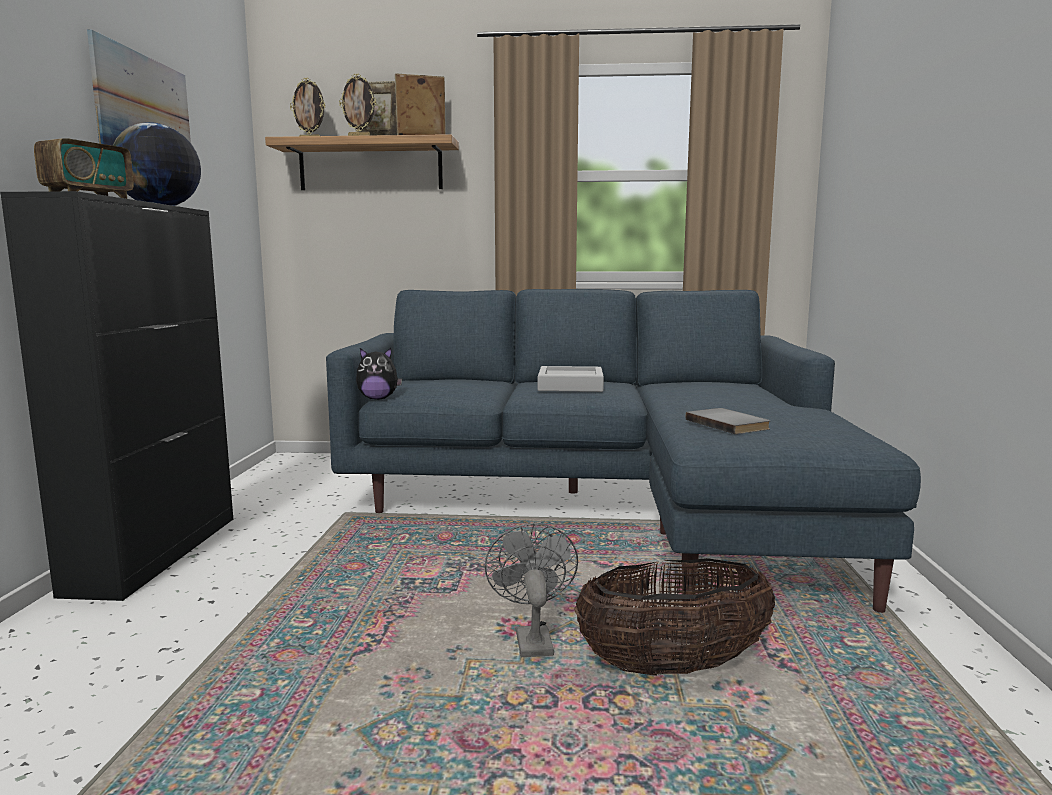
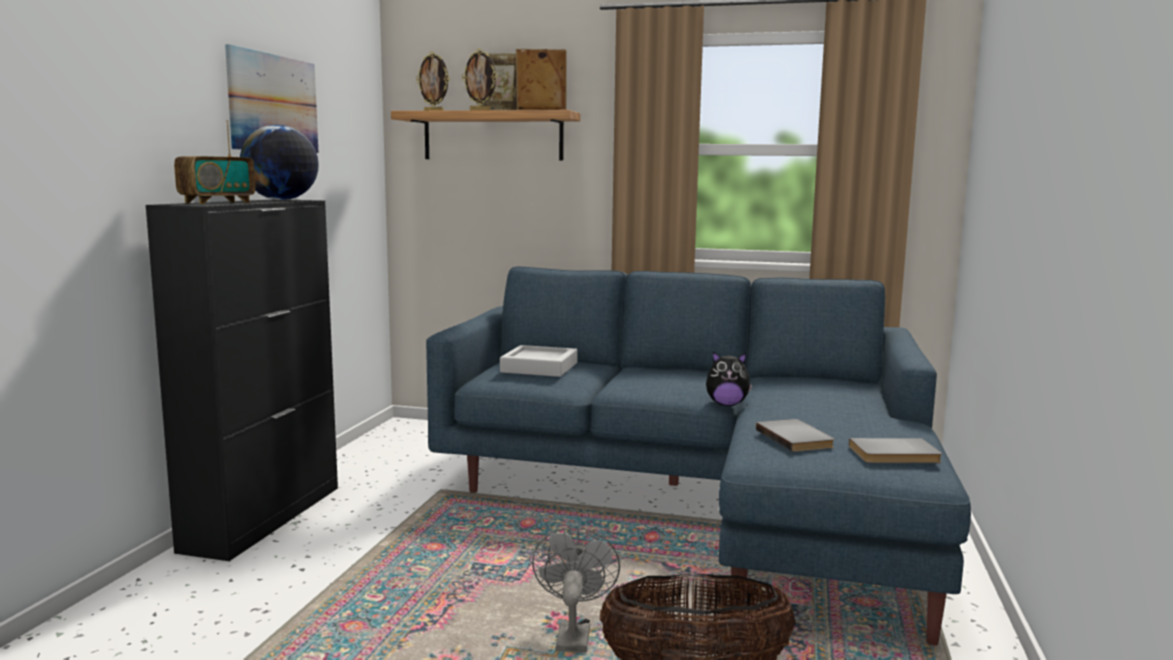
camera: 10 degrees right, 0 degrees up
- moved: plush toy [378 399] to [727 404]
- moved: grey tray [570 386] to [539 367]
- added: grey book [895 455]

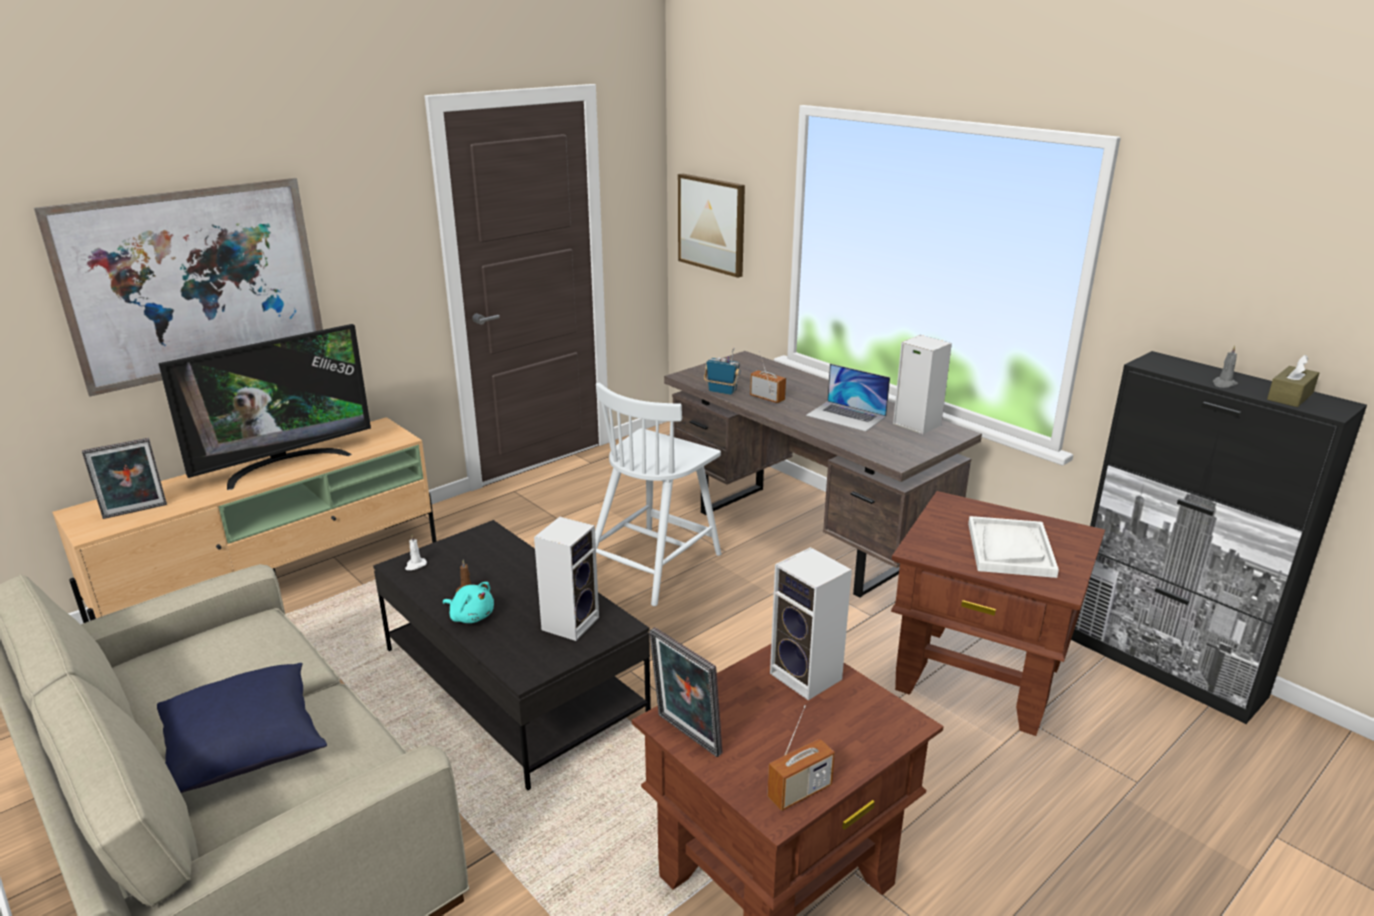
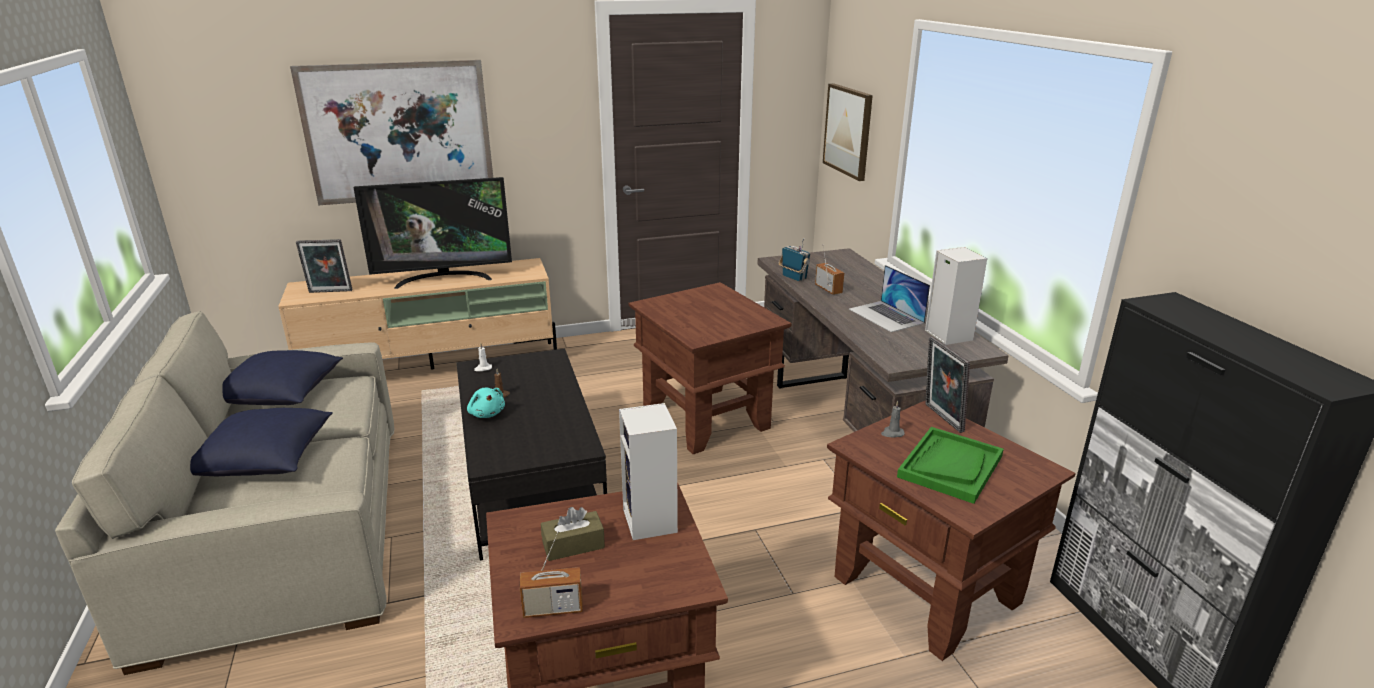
camera: 25 degrees right, 0 degrees up
- removed: speaker [570 622]
- replaced: white chair [654 564] to brown side table [706 417]
- moved: picture frame [685 736] to [941 418]
- recoloured: white tray [1010 549] to green tray [950 466]
- moved: grey candle [1224 384] to [892 433]
- moved: brown tissue box [1290 396] to [573 545]
- added: blue pillow [282 396]

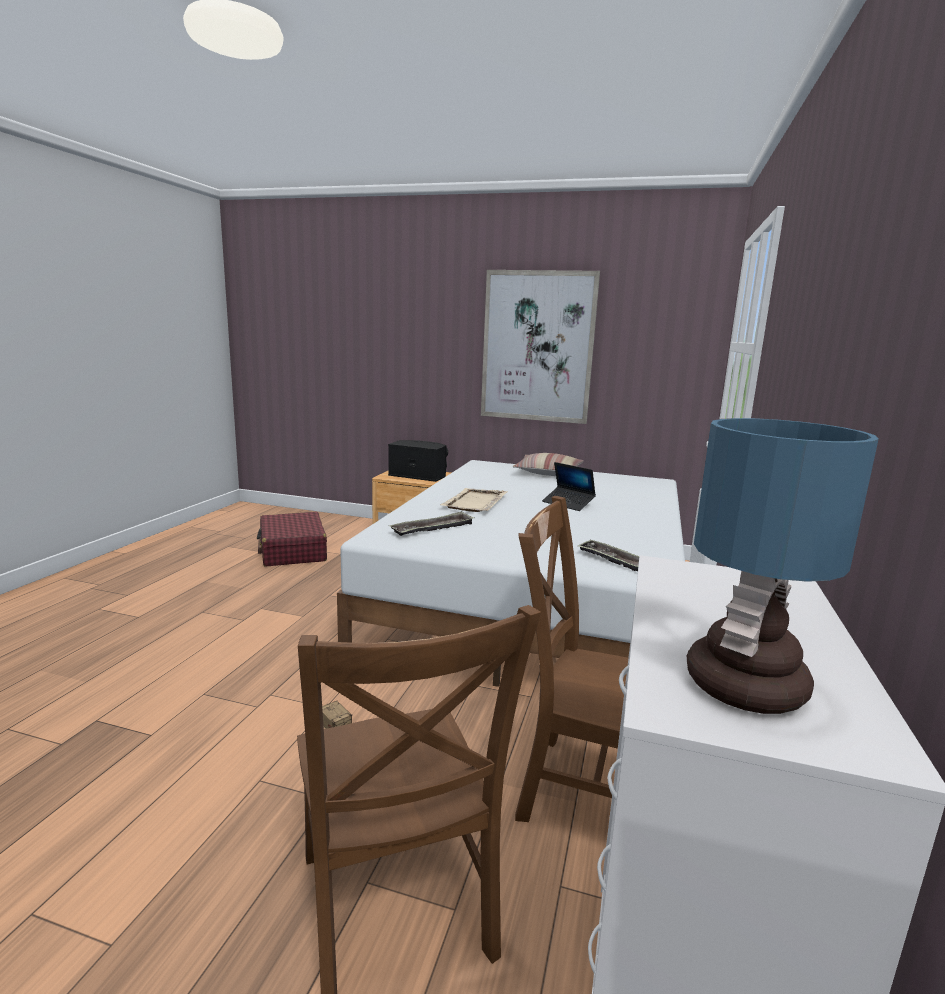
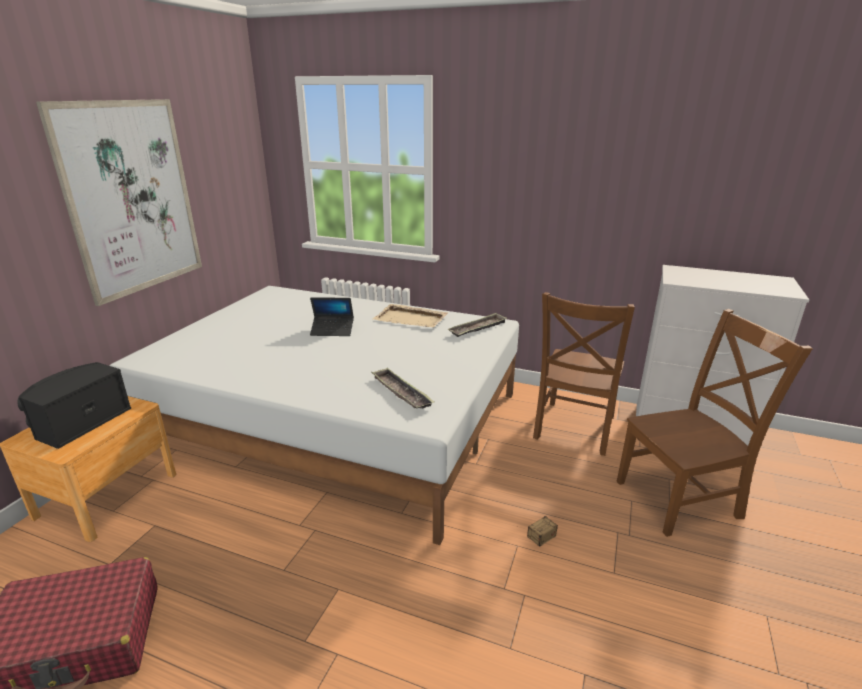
camera: 85 degrees left, 10 degrees up
- moved: beige tray [474 502] to [411 319]
- removed: pillow [548 473]
- turned: laptop [568 503] = [332 330] 45 degrees clockwise
- removed: table lamp [745 688]

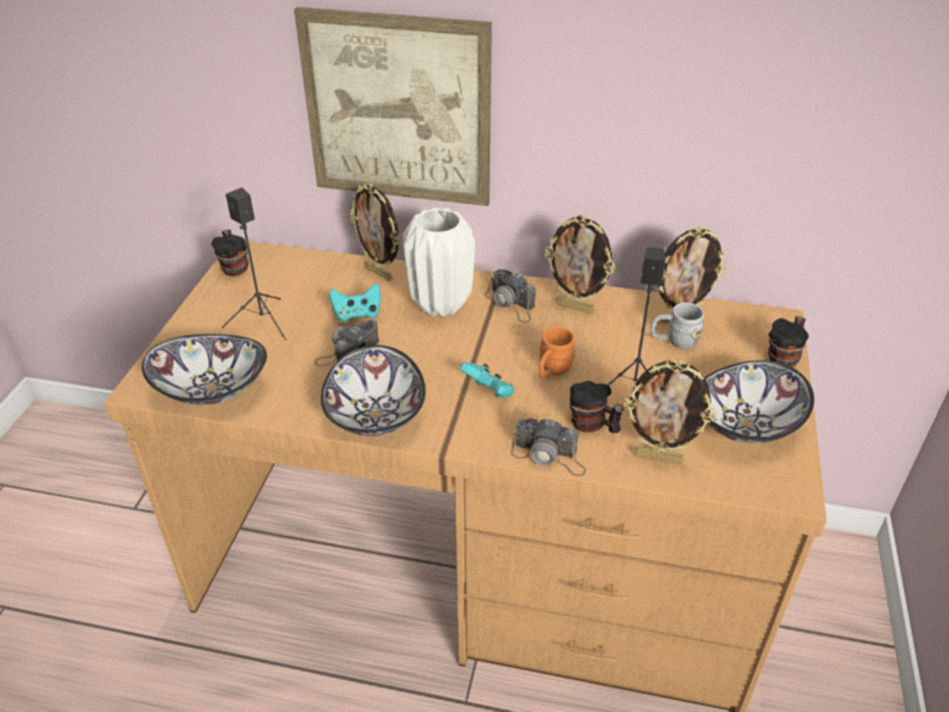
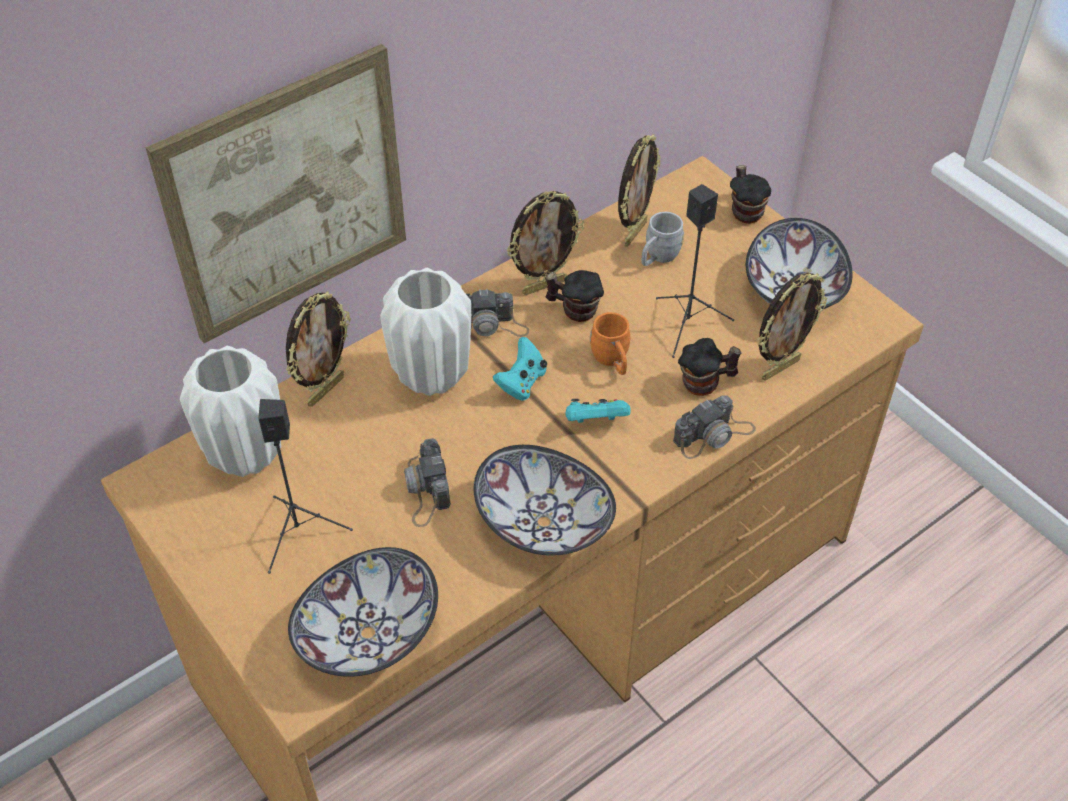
camera: 50 degrees left, 10 degrees up
- moved: mug [234 267] to [574 310]
- moved: turquoise game controller [357 314] to [522 382]
- turned: picture frame [380 273] = [325 390] 45 degrees counterclockwise
- added: white vase [247 454]

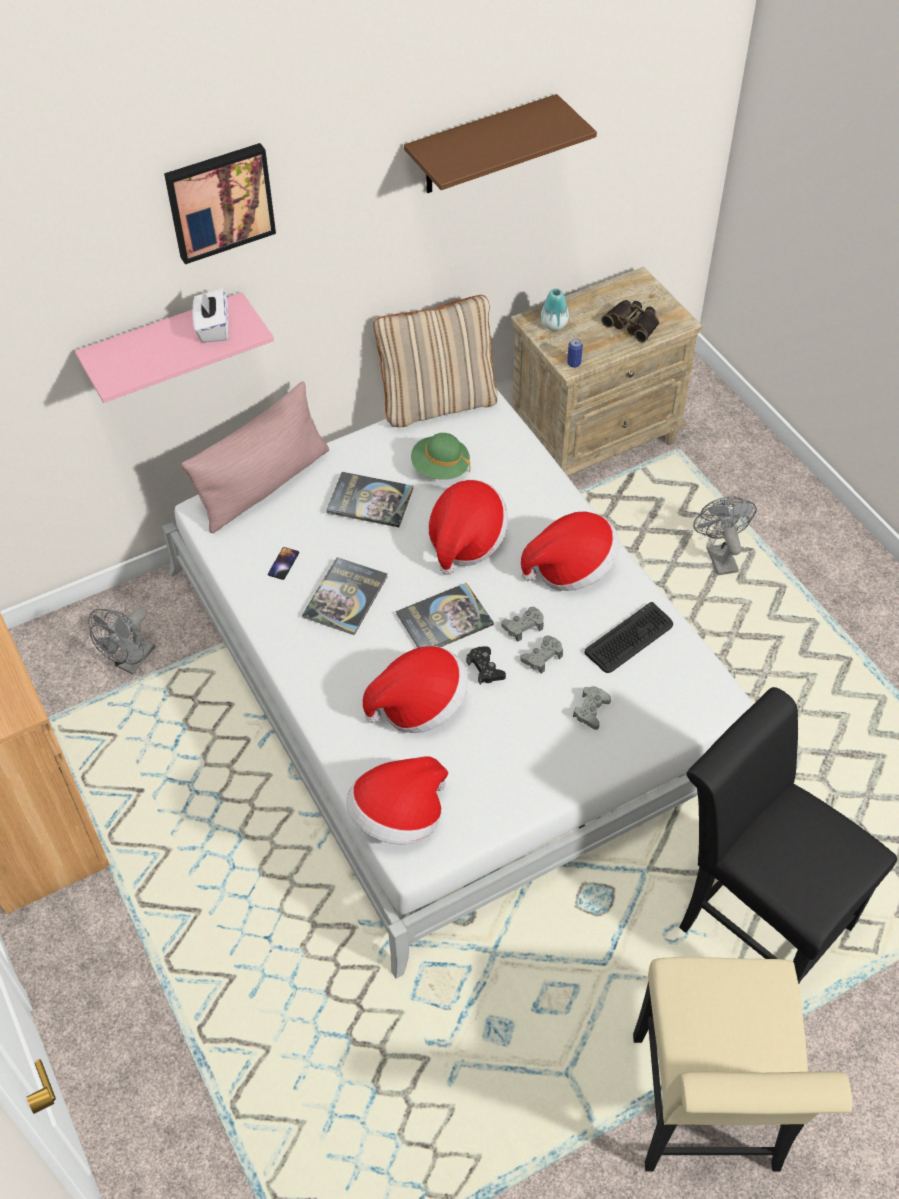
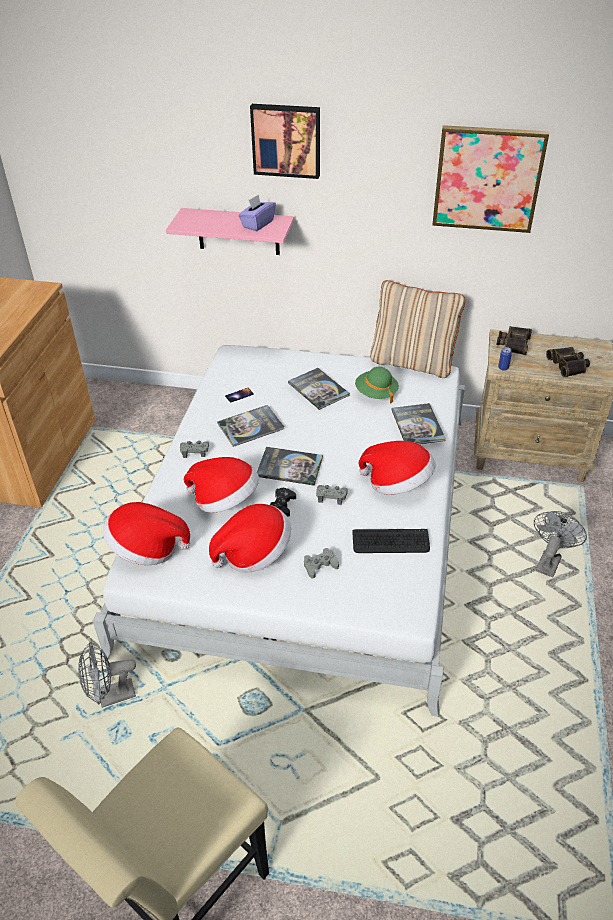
camera: 40 degrees right, 10 degrees down
- moved: grey fan [131 662] to [110 697]
- removed: pink pillow [264 485]
- recoloured: white tissue box [213 328] to purple tissue box [257 224]
- replaced: brown shelf [481 146] to picture [487 179]
- moved: hat [465 541] to [254 553]
- moved: grey game controller [542 657] to [194 451]
- replaced: vase [554 324] to binoculars [513 344]
- removed: black chair [755 919]
- added: book [417 425]

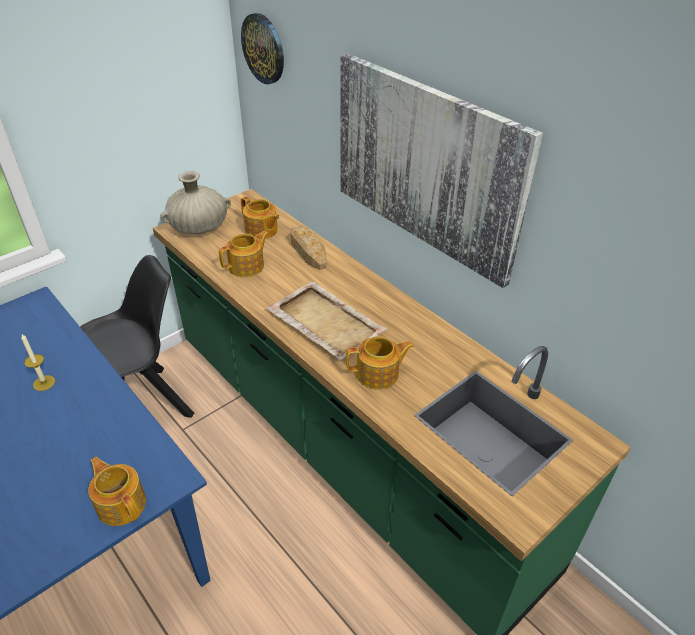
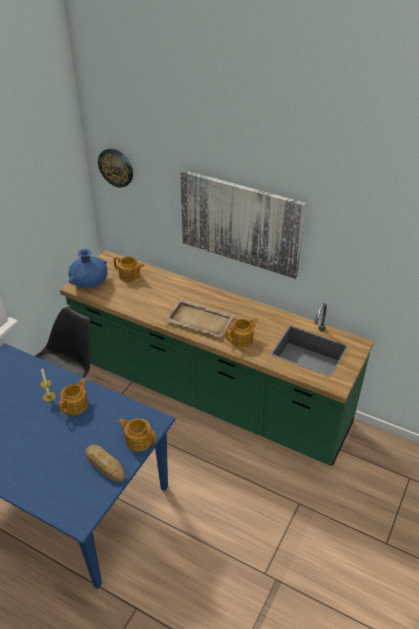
camera: 20 degrees left, 0 degrees up
- recoloured: beige vase [199 228] to blue vase [90 283]
- moved: teapot [247 266] to [76 405]
- moved: bread [308 251] to [104 465]

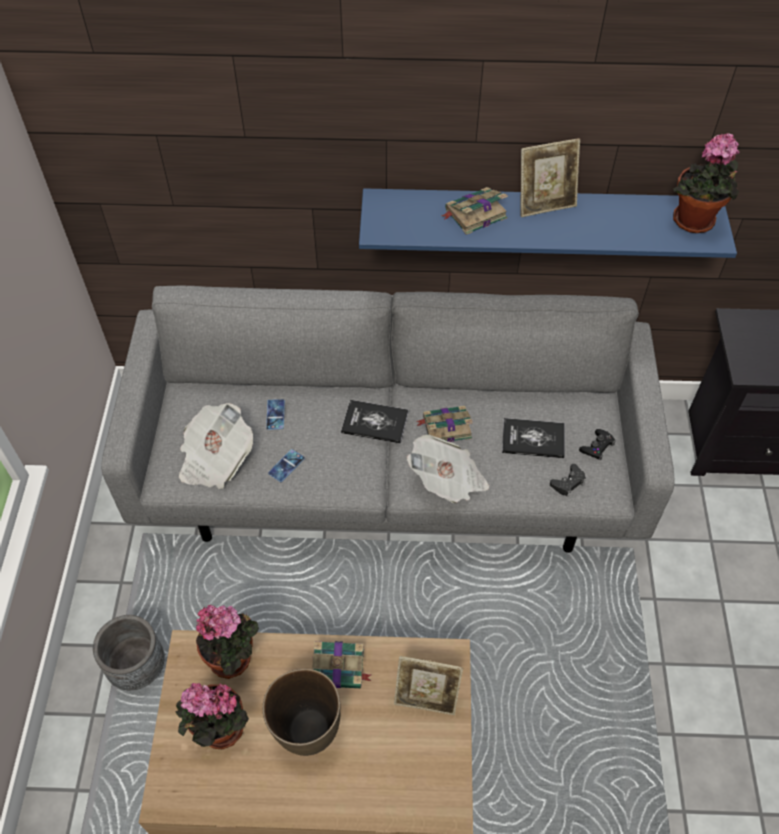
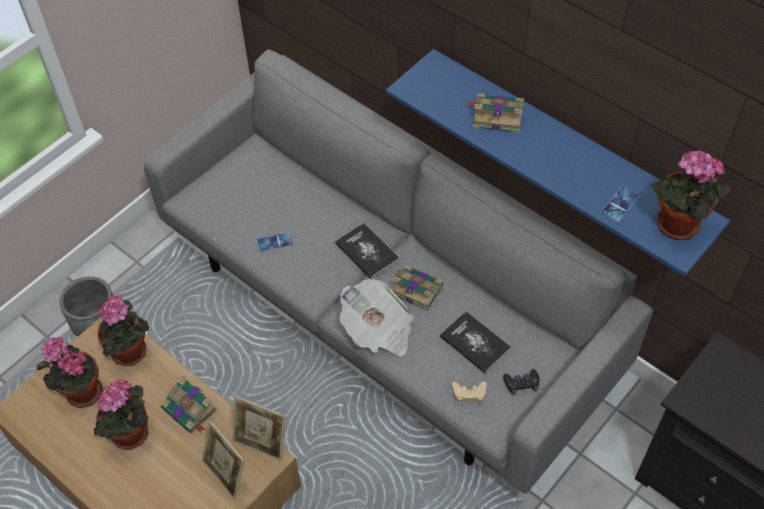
camera: 40 degrees right, 0 degrees up
- removed: newspaper [215 459]
- replaced: brown vase [308 733] to potted plant [131 436]
- moved: phone [275 414] to [620 204]
- moved: picture frame [545 204] to [261 442]
- recoloured: black game controller [568 483] to beige game controller [469 394]

